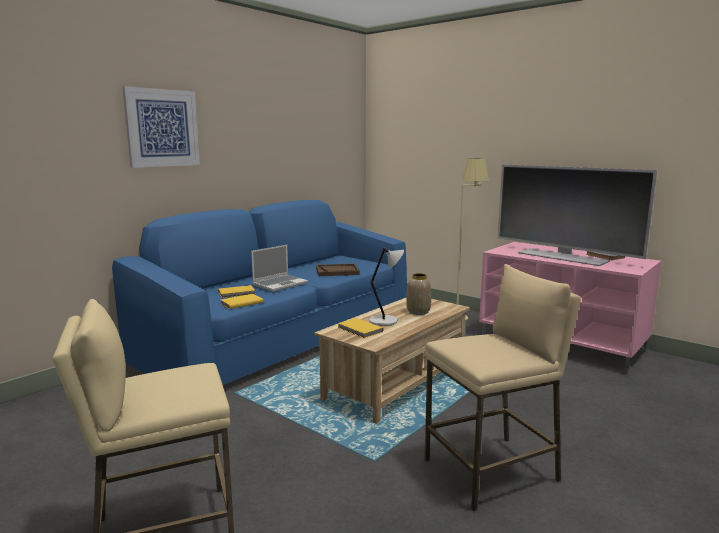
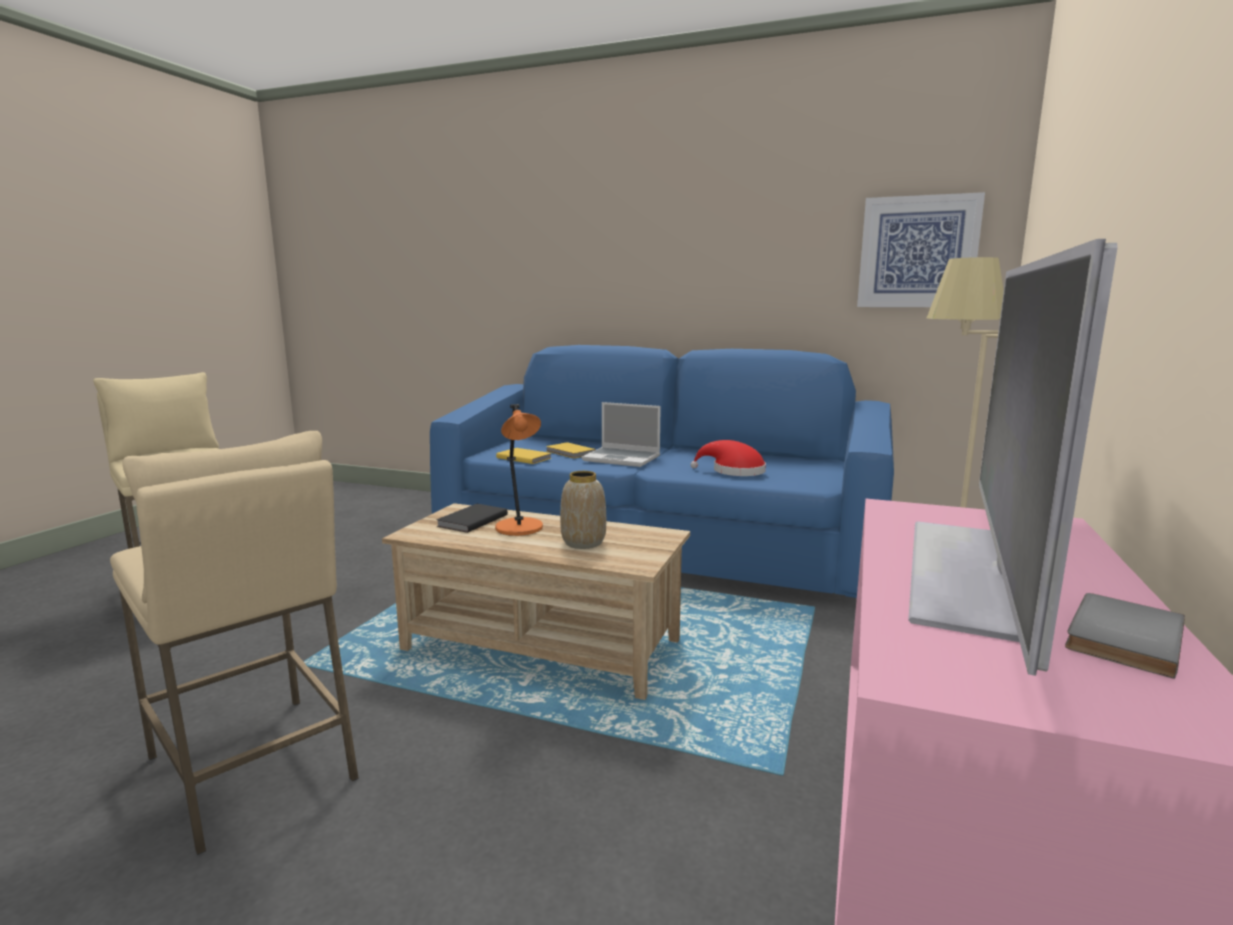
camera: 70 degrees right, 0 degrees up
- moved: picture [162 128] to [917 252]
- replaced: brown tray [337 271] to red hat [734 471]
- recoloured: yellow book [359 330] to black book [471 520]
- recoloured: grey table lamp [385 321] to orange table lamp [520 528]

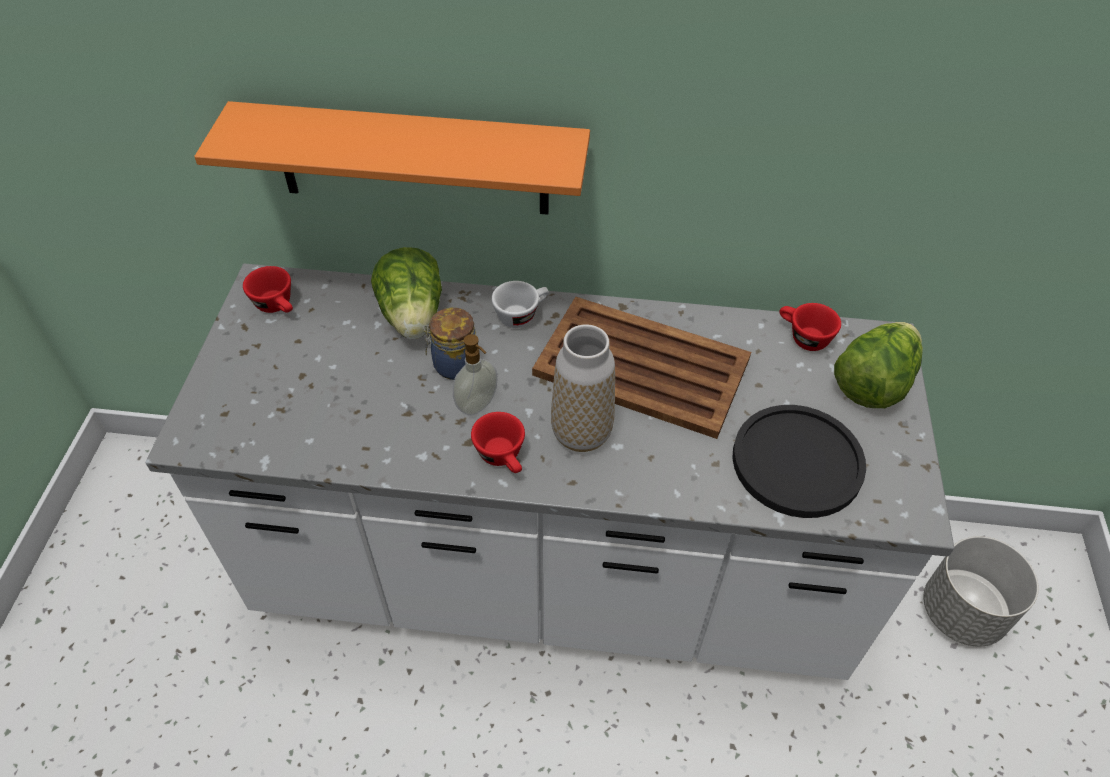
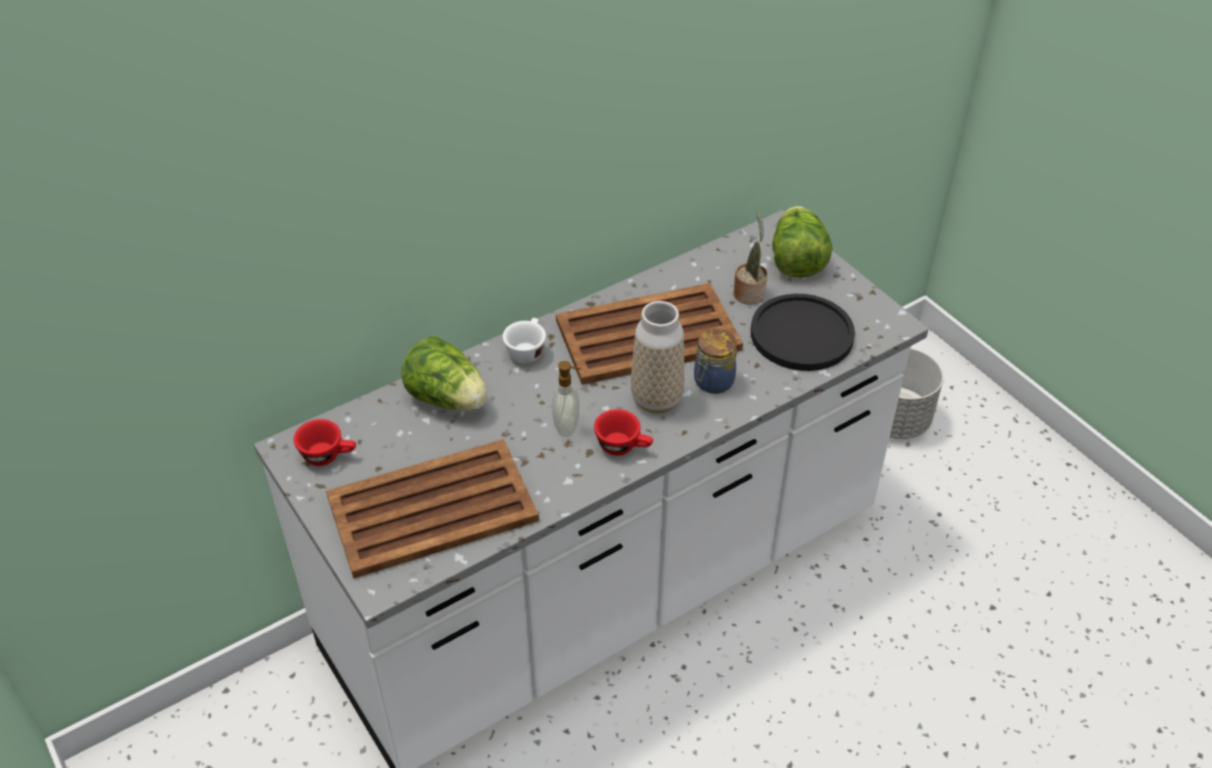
camera: 40 degrees left, 5 degrees down
- removed: orange shelf [412 159]
- moved: jar [453 365] to [712 382]
- removed: red cup [803 337]
- added: brown tray [434 509]
- added: potted plant [749 292]

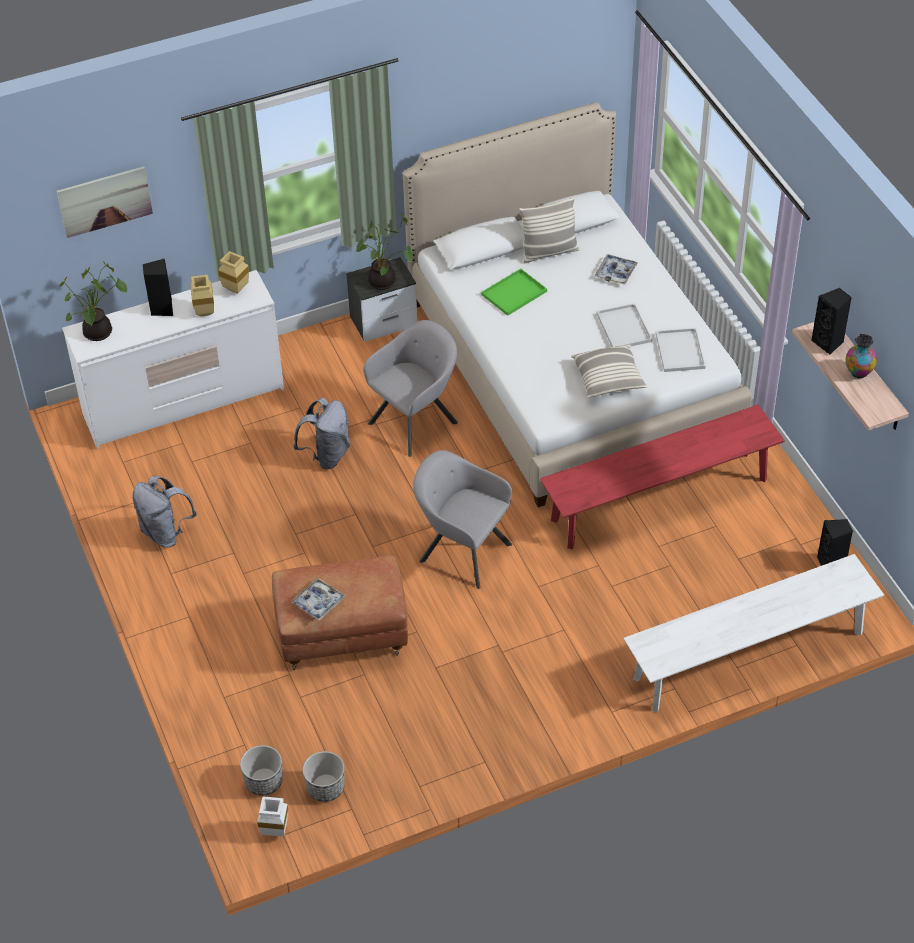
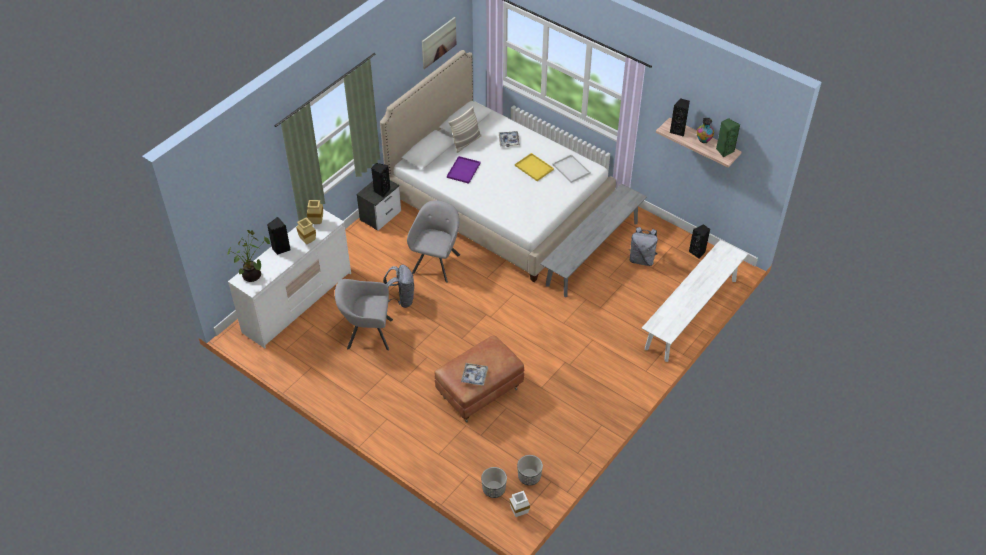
camera: 30 degrees left, 0 degrees up
- moved: picture [105 201] to [438 42]
- moved: grey backpack [166 533] to [641 259]
- replaced: potted plant [384 282] to black speaker [381 191]
- moved: grey armchair [461 551] to [367 333]
- recoloured: green tray [513 294] to purple tray [463 171]
- recoloured: red bench [659 499] to grey bench [592 253]
- removed: pillow [609 379]
- recoloured: white tray [623 327] to yellow tray [533 167]
- added: green speaker [724 151]

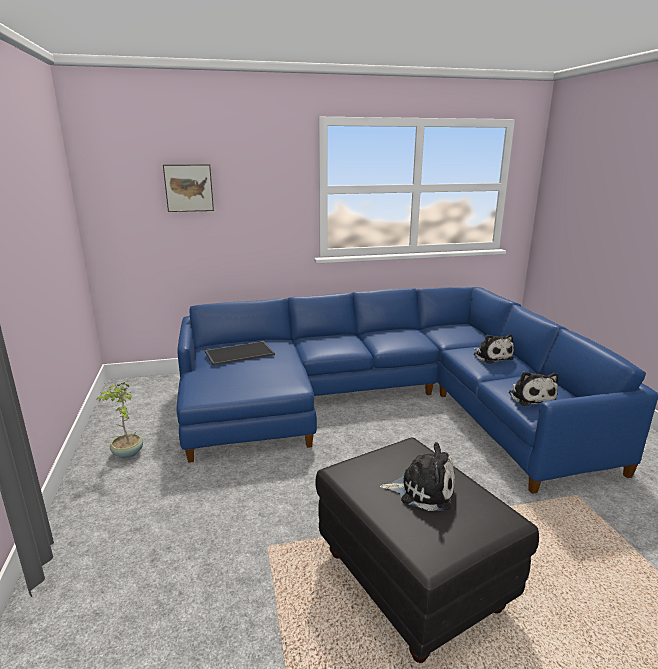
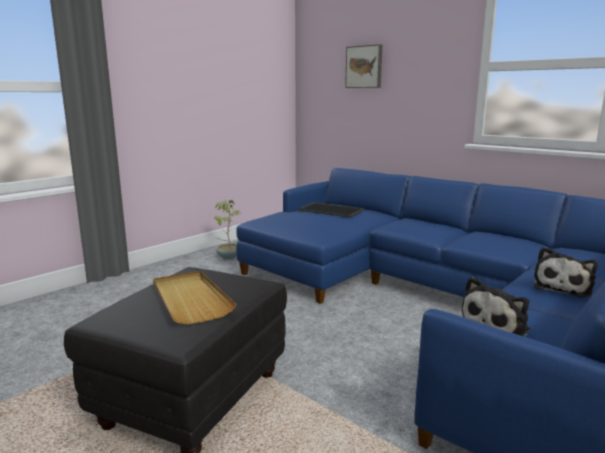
camera: 55 degrees right, 5 degrees down
- replaced: plush toy [423 490] to beige tray [190 299]

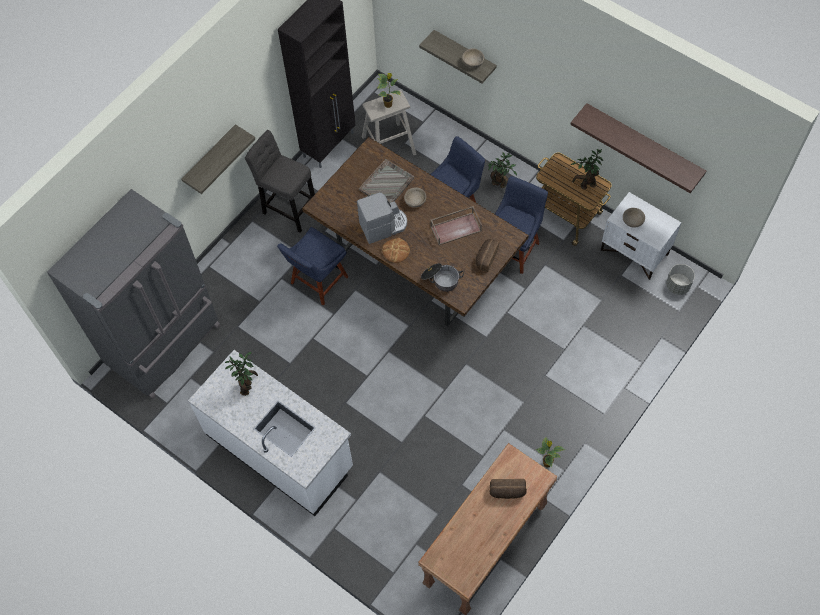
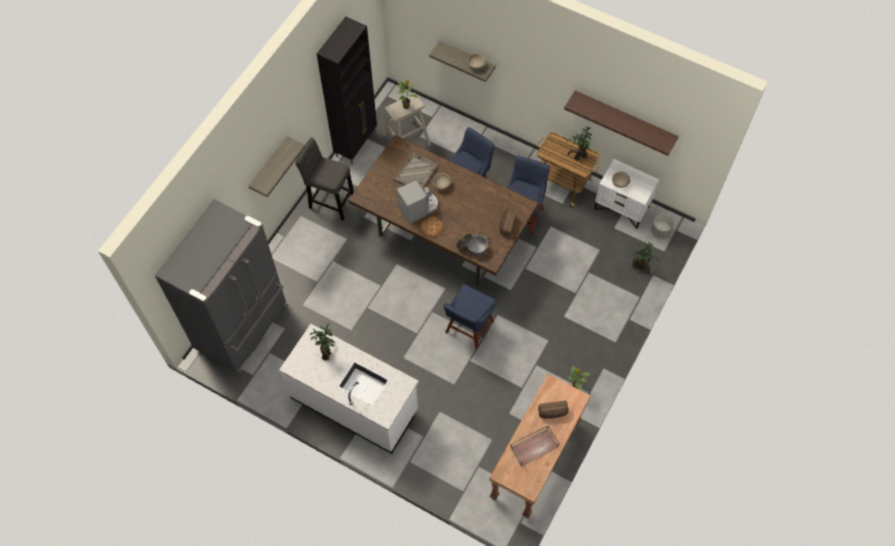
camera: 10 degrees left, 0 degrees up
- moved: blue chair [317 282] to [468 329]
- moved: brown tray [456 228] to [534 446]
- moved: potted plant [500 185] to [639 268]

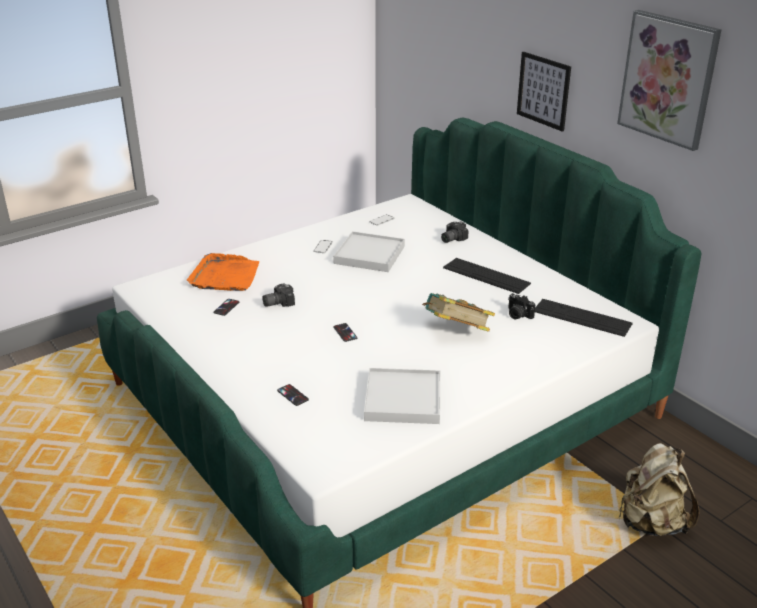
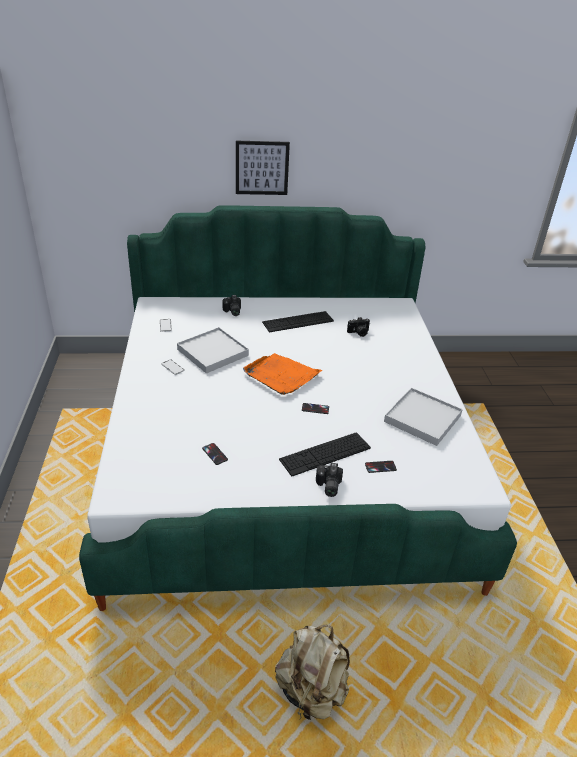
camera: 60 degrees left, 5 degrees up
- moved: orange tray [225 276] to [281 375]
- moved: photo camera [277 302] to [327 486]
- removed: book [456 332]
- moved: keyboard [582 317] to [325 454]
- removed: picture [668 79]
- moved: beige backpack [651 523] to [311 690]

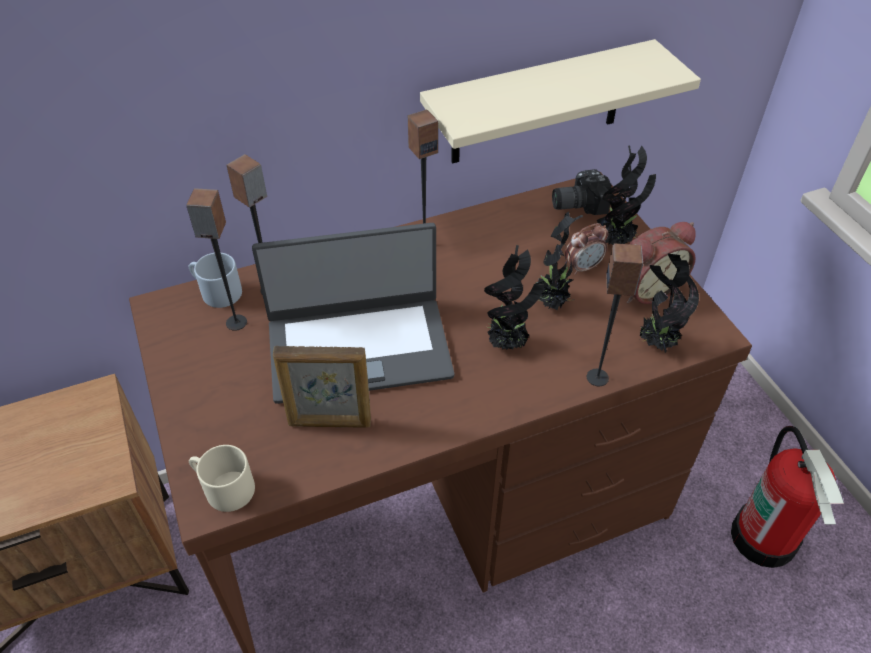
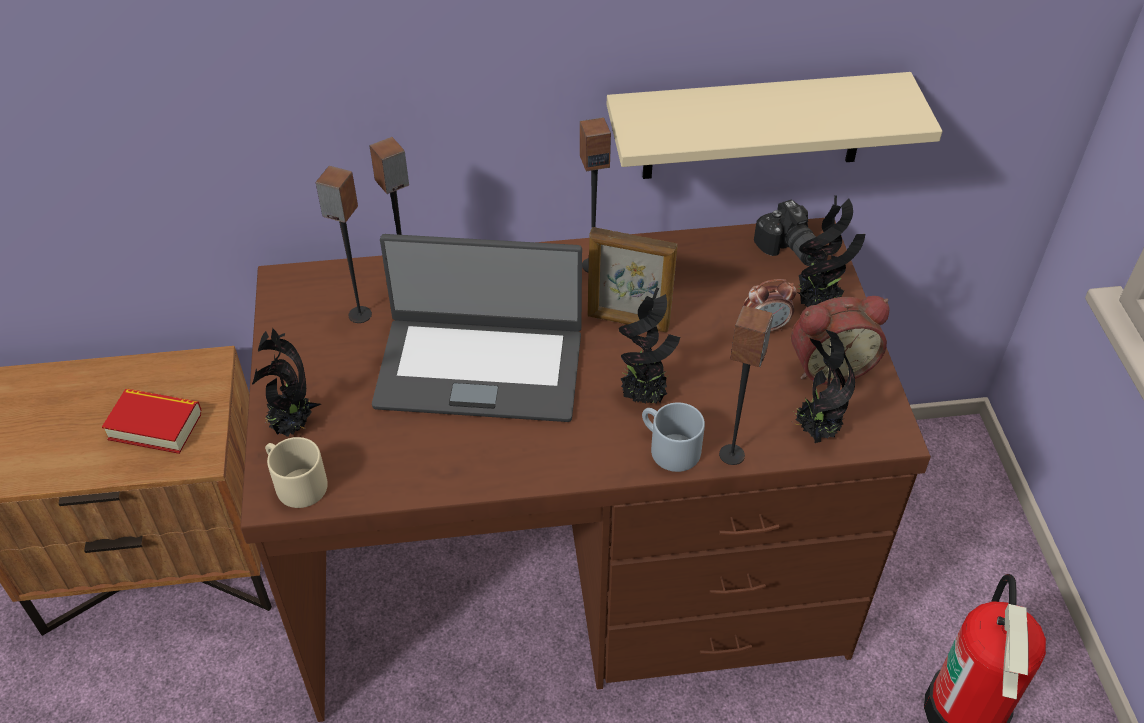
camera: 15 degrees right, 0 degrees up
- moved: grey mug [215 292] to [668 448]
- moved: picture frame [330 423] to [628 321]
- moved: potted plant [552 303] to [292 426]
- turned: photo camera [577 203] = [789 250] 120 degrees counterclockwise
- added: book [155 426]

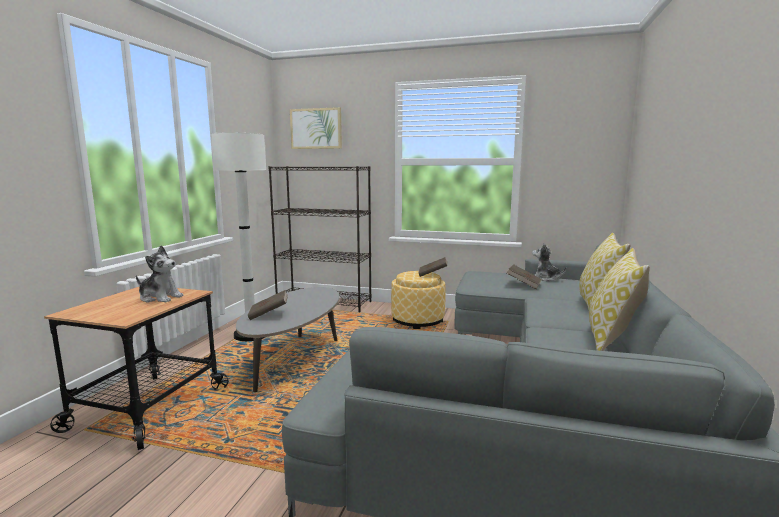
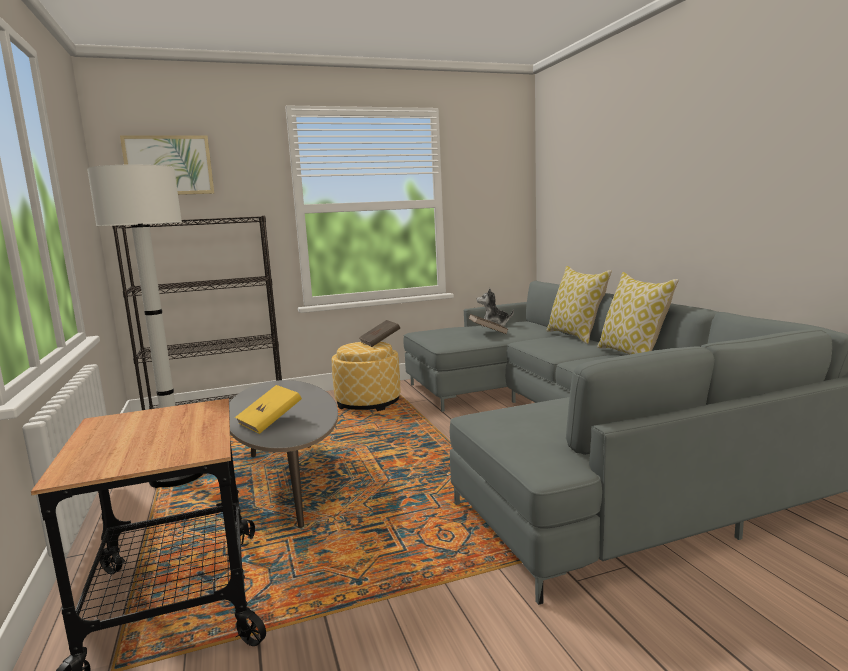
camera: 35 degrees left, 0 degrees up
- removed: plush toy [160 298]
- recoloured: brown book [268 314] to yellow book [270 422]

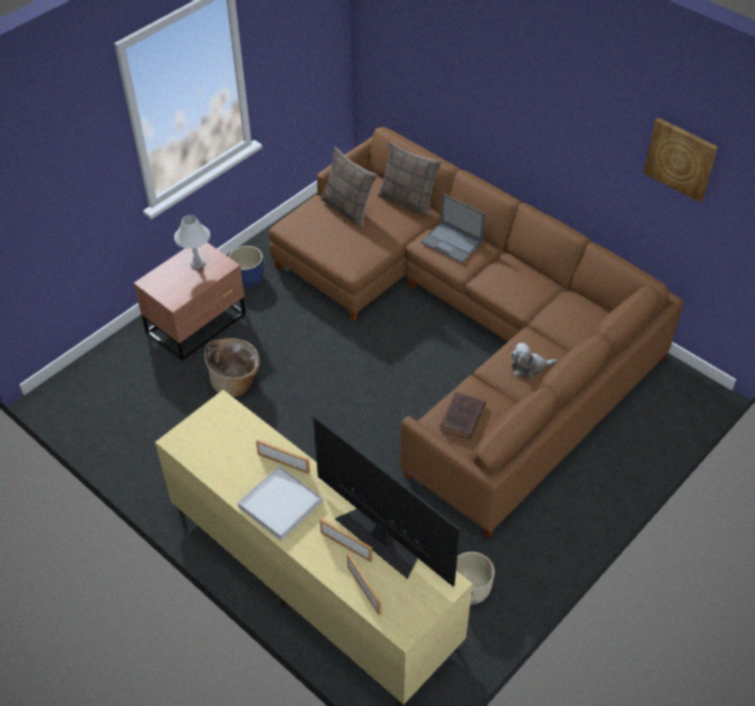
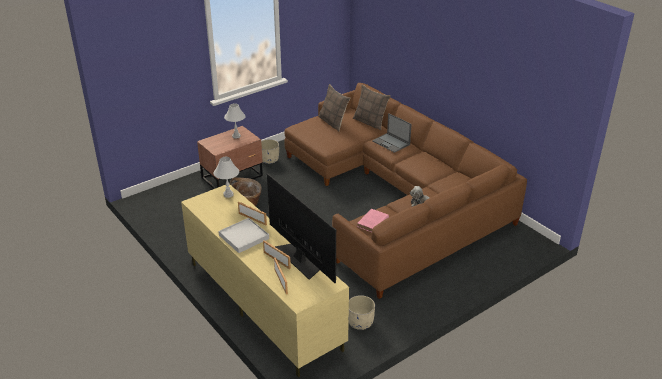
camera: 10 degrees right, 15 degrees down
- recoloured: blue planter [247 279] to beige planter [269 160]
- recoloured: brown book [462 419] to pink book [372 223]
- removed: picture [681 158]
- added: white table lamp [228 194]

